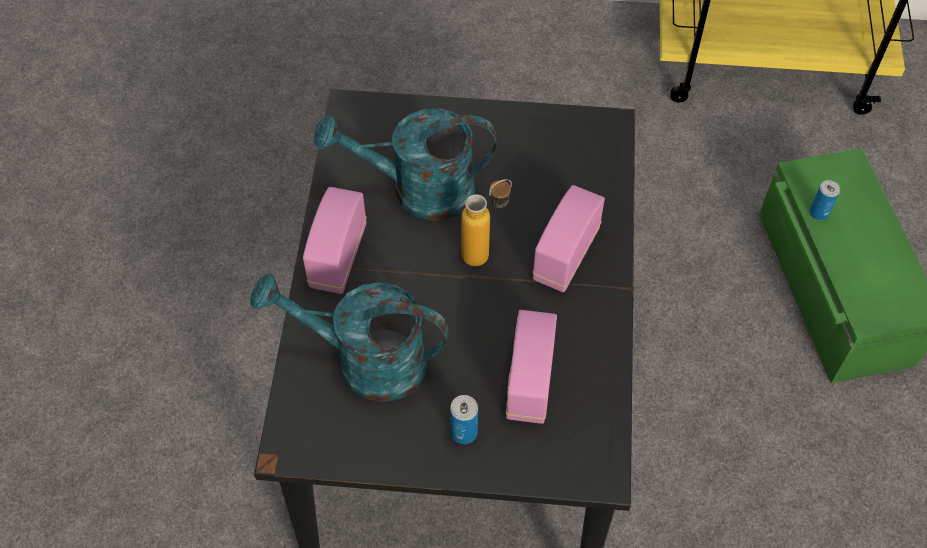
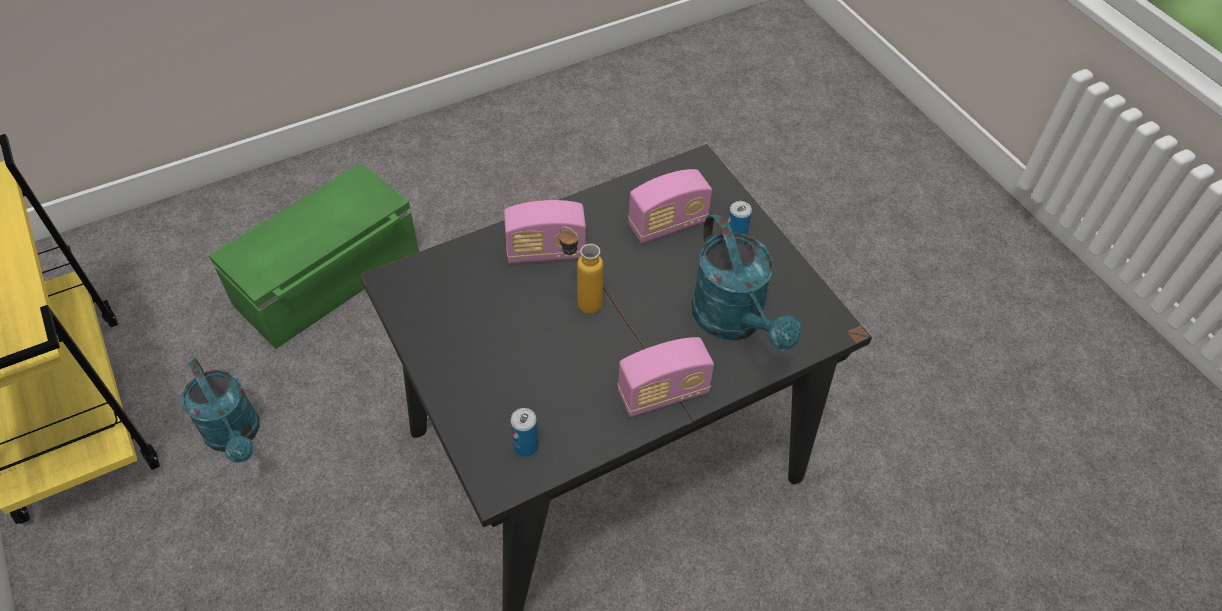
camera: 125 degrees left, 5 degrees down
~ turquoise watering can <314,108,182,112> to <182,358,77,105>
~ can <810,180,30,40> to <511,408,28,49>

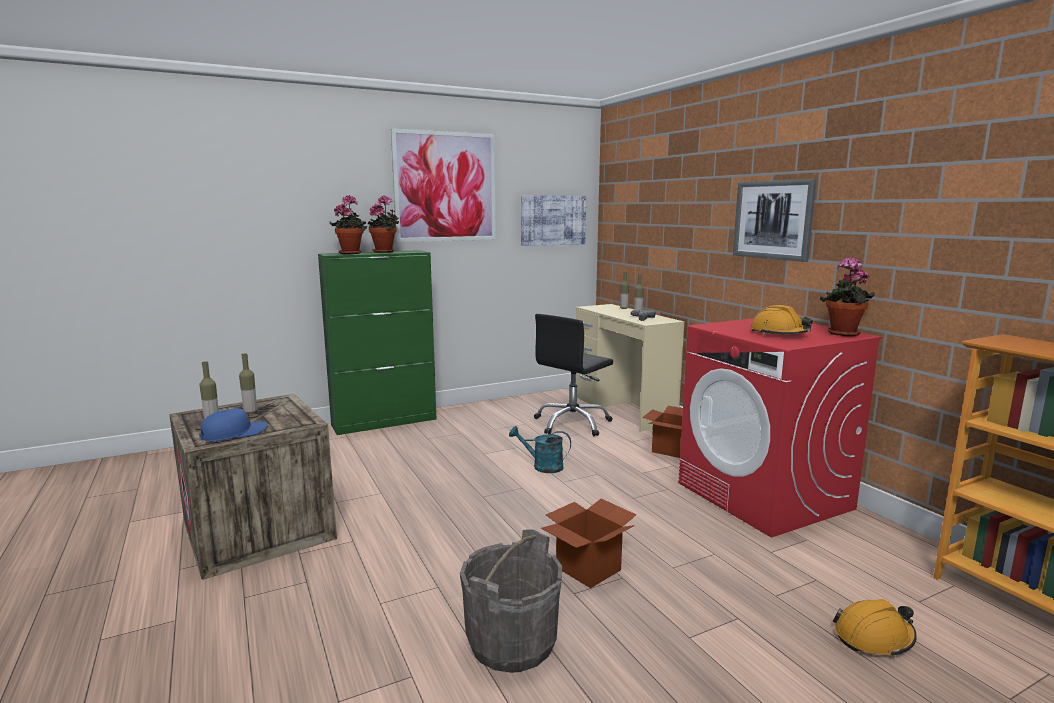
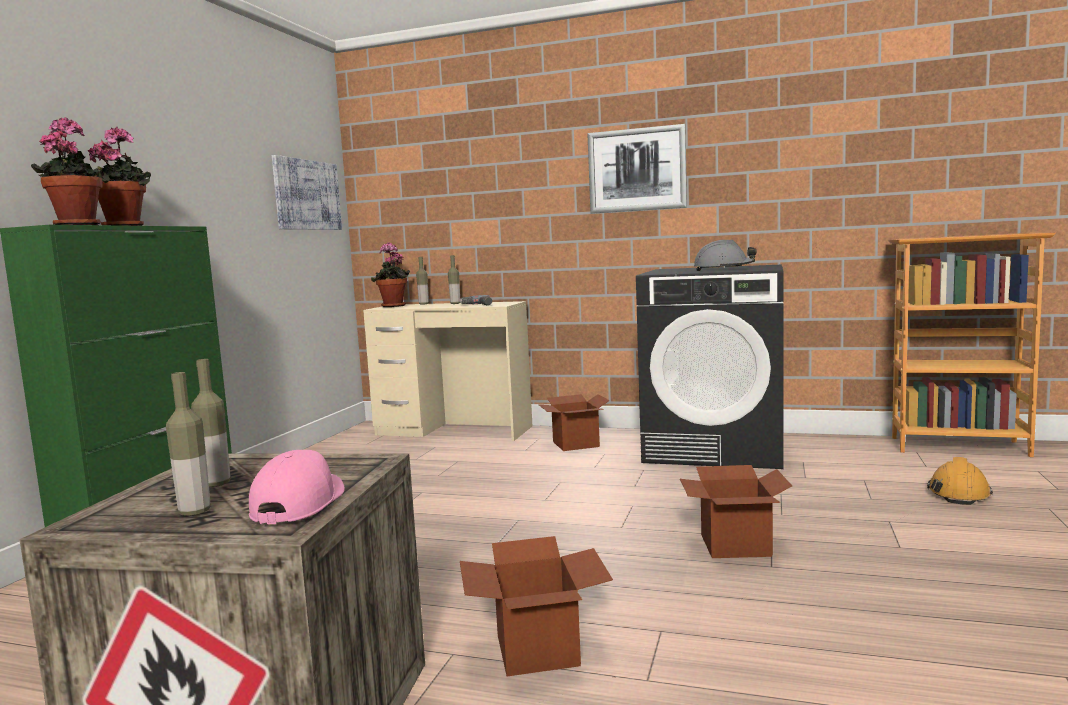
camera: 45 degrees left, 5 degrees down
- picture <391,128,105,114>
- grey bucket <460,529,102,144>
- turquoise watering can <509,426,62,47>
- black office chair <534,314,79,122>
+ cardboard box <460,536,153,140>
~ potted plant <820,257,55,79> to <371,242,39,65>
~ blue cap <199,408,69,33> to pink cap <249,450,96,74>
~ red washing machine <678,318,204,219> to black washing machine <636,265,148,204>
~ orange hard hat <751,305,62,29> to grey hard hat <694,240,63,31>

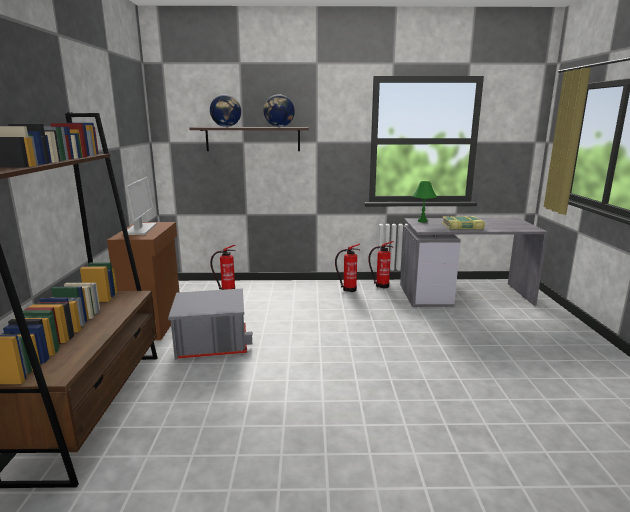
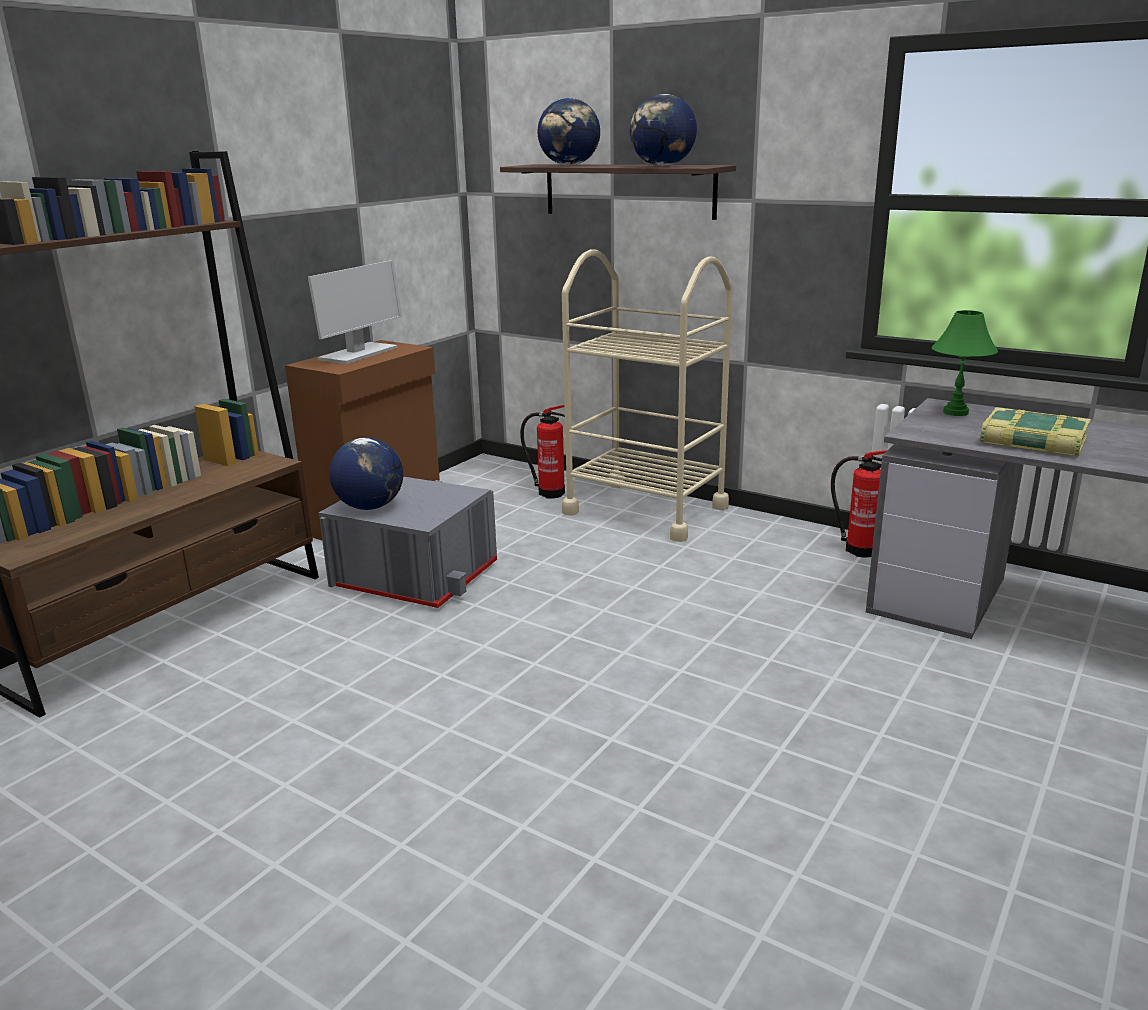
camera: 35 degrees right, 5 degrees up
- fire extinguisher <335,244,25,48>
+ globe <329,437,74,73>
+ beige cart <562,249,170,293>

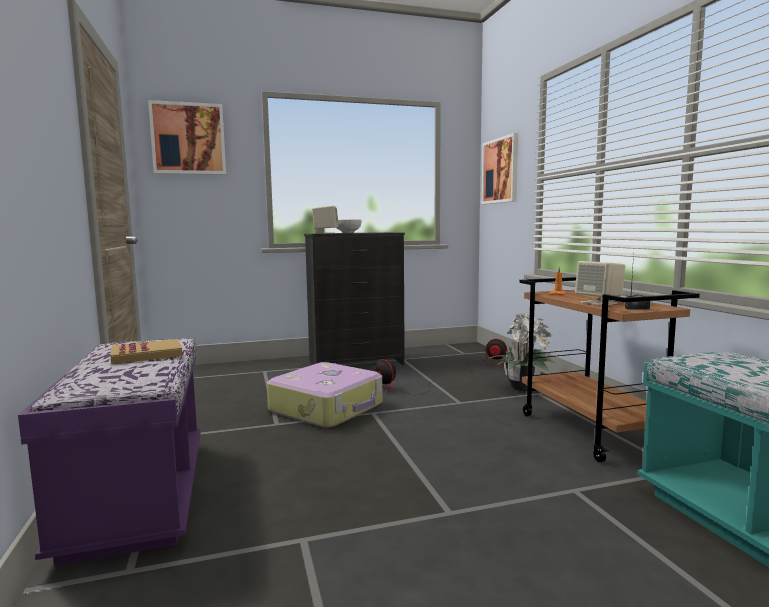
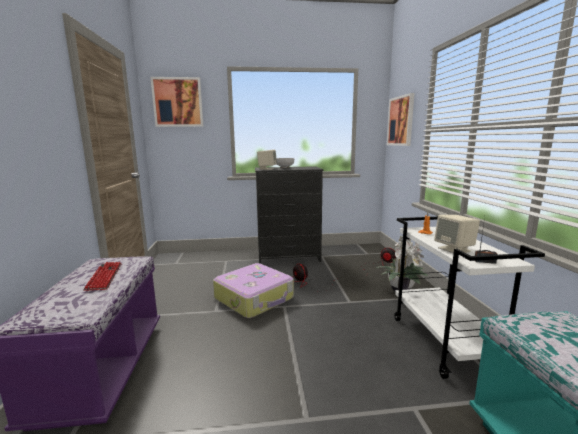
camera: 10 degrees right, 5 degrees up
~ book <110,339,73,25> to keyboard <83,262,39,29>
~ brown cart <519,277,181,185> to white cart <394,217,151,162>

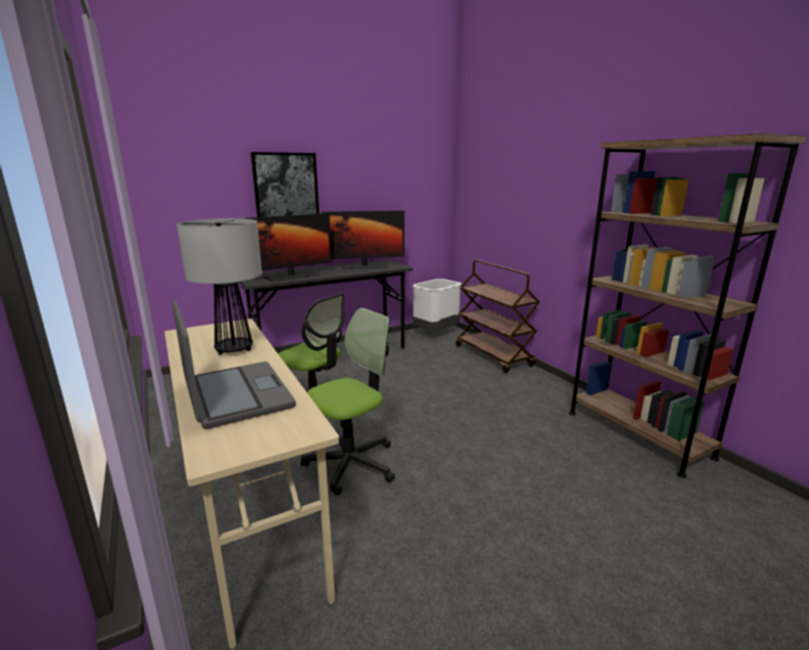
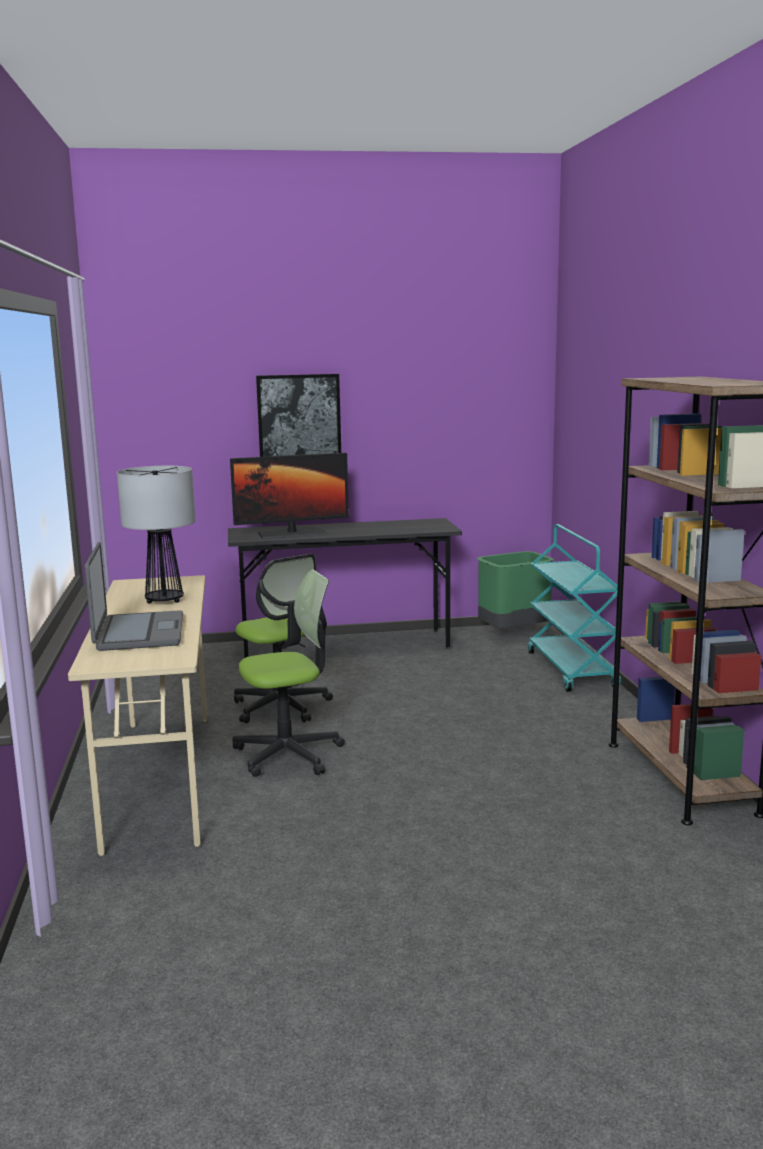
camera: 20 degrees right, 5 degrees down
- monitor <321,210,84,59>
~ white trash can <412,279,50,52> to green trash can <477,551,77,77>
~ brown cart <456,260,84,113> to turquoise cart <528,524,93,168>

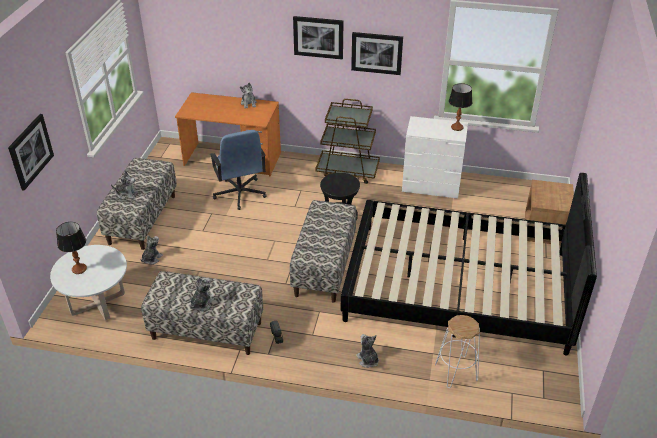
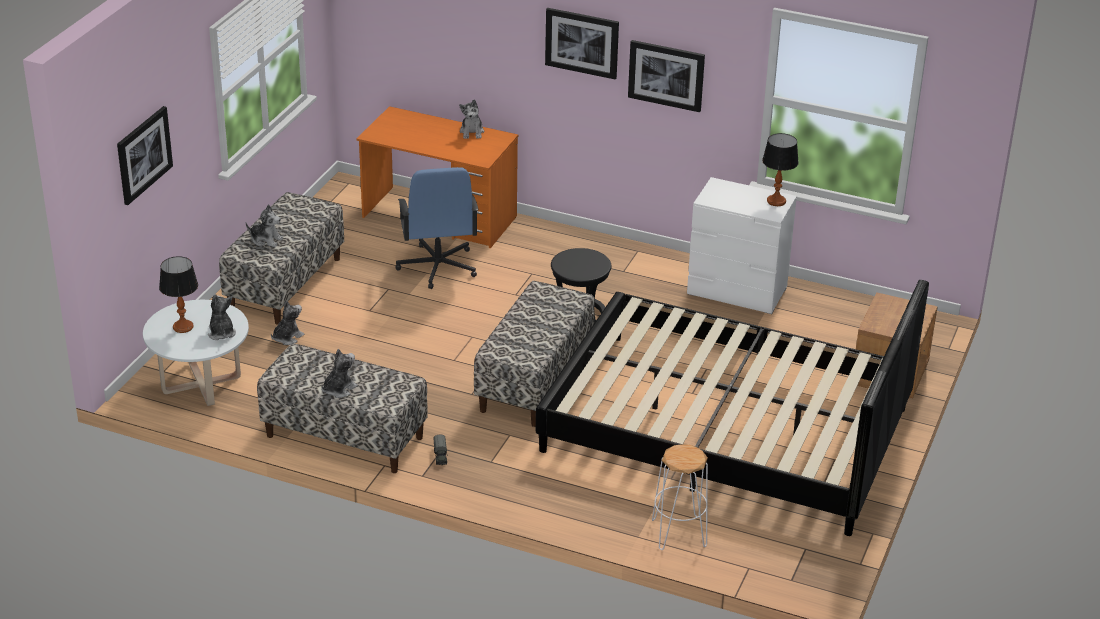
camera: 10 degrees right, 5 degrees down
- brown cart <316,99,64,85>
~ plush toy <356,334,23,34> to <208,294,28,46>

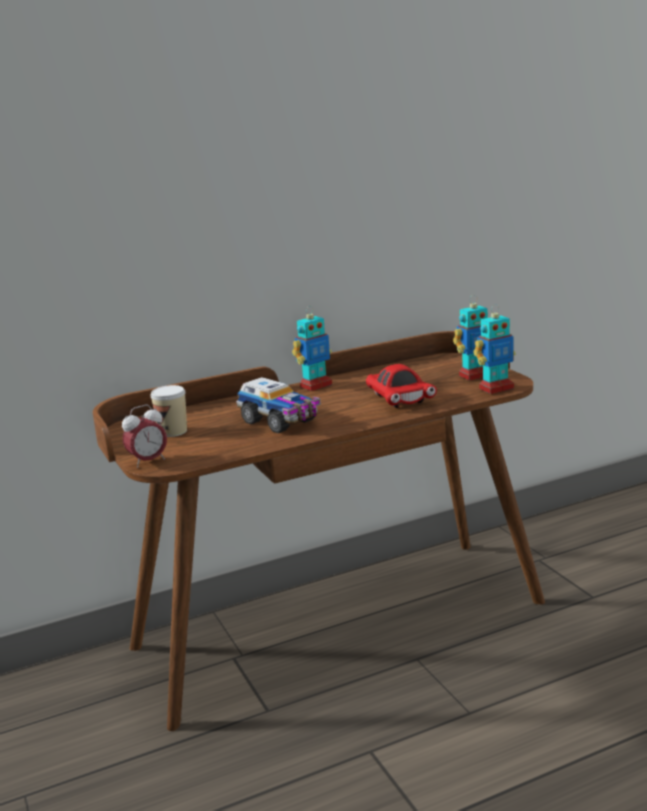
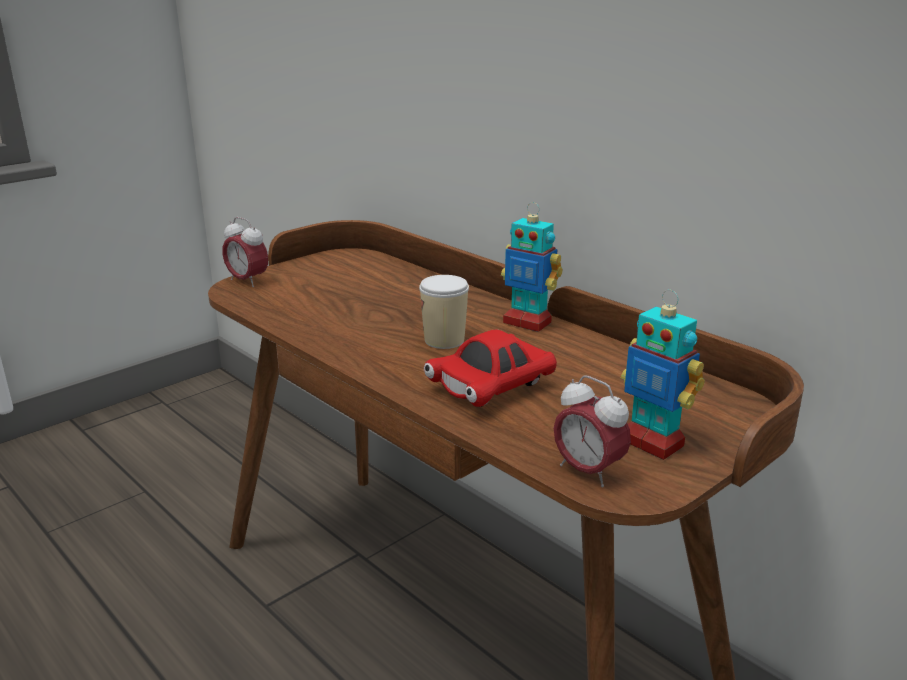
camera: 70 degrees right, 5 degrees up
- toy truck <236,377,85,56>
~ cup <150,385,37,52> to <419,275,50,74>
~ toy robot <474,304,42,90> to alarm clock <554,375,77,112>

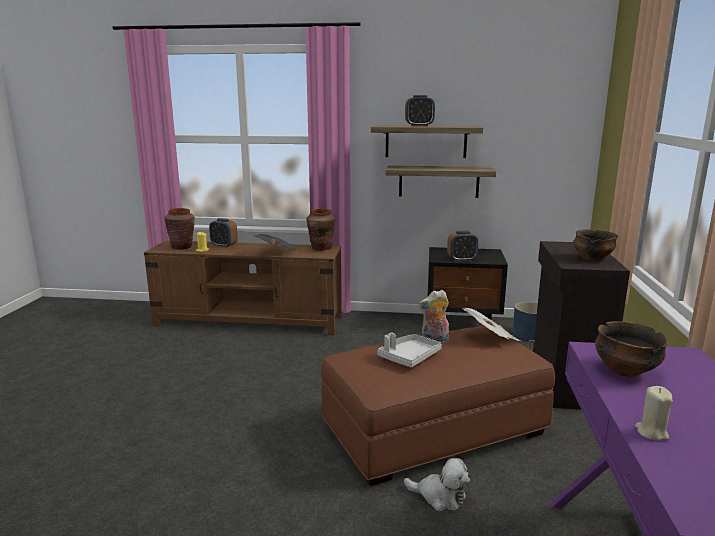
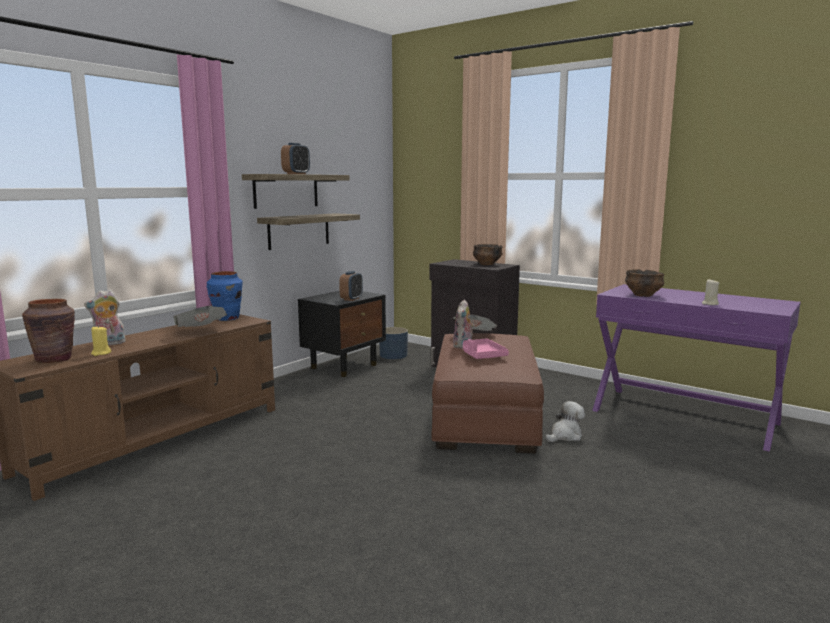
camera: 60 degrees left, 5 degrees down
~ alarm clock <209,218,29,30> to plush toy <84,289,42,56>
~ brown vase <306,209,30,42> to blue vase <206,271,37,50>
~ grey tray <377,332,65,35> to pink tray <463,338,46,21>

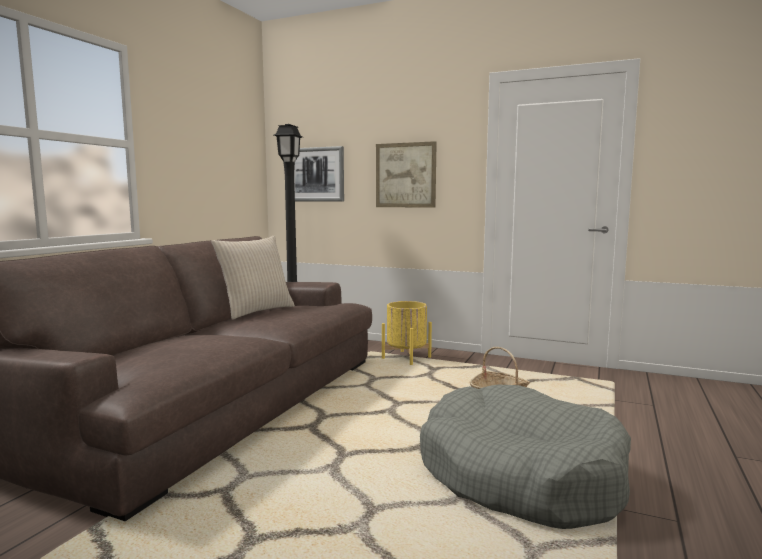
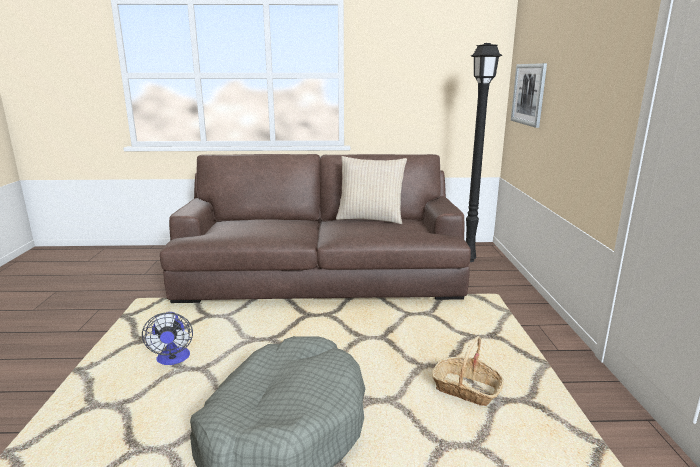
camera: 65 degrees right, 10 degrees up
- picture <376,141,61,67>
- yellow planter <382,301,50,64>
+ fan <142,312,51,53>

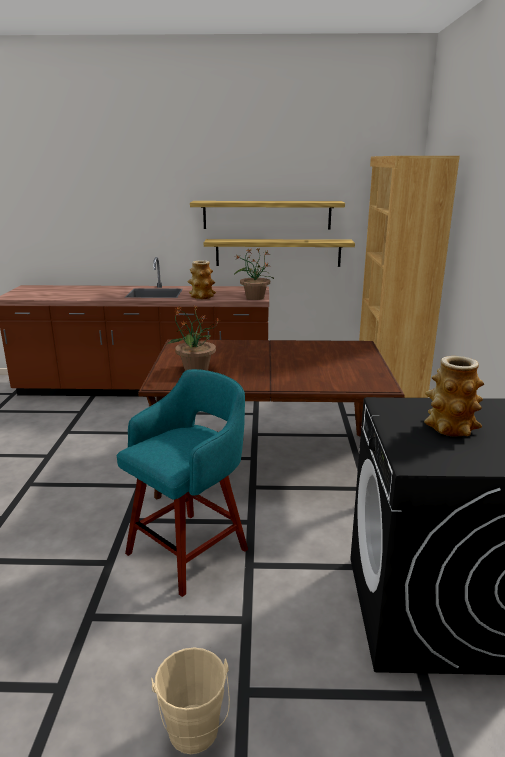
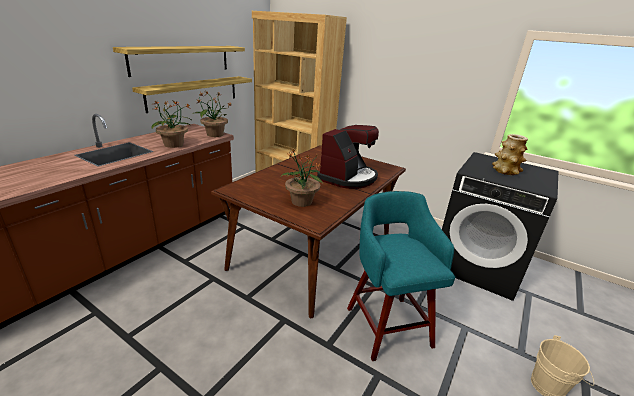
camera: 60 degrees left, 5 degrees up
+ coffee machine <317,125,62,64>
~ vase <188,260,28,39> to potted plant <152,100,40,48>

